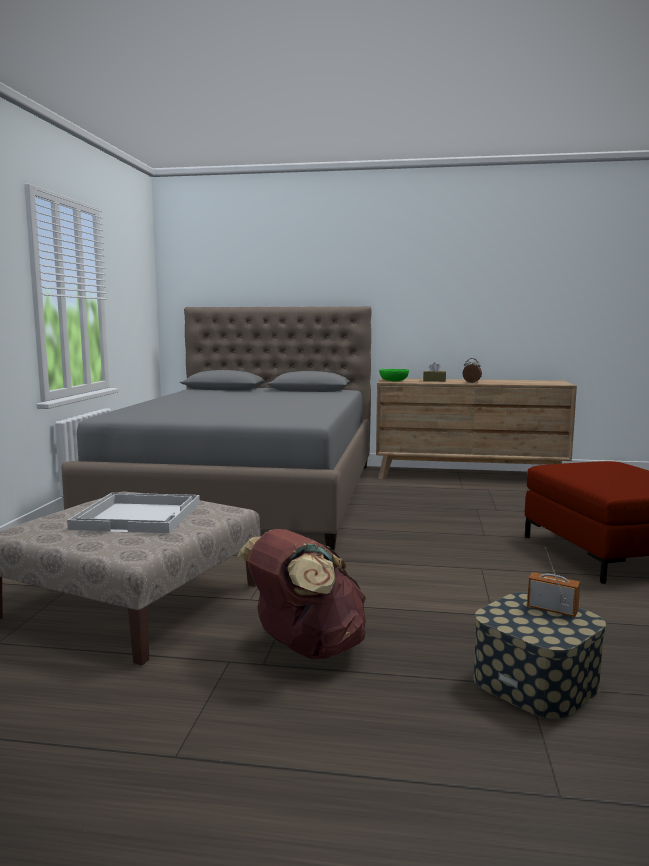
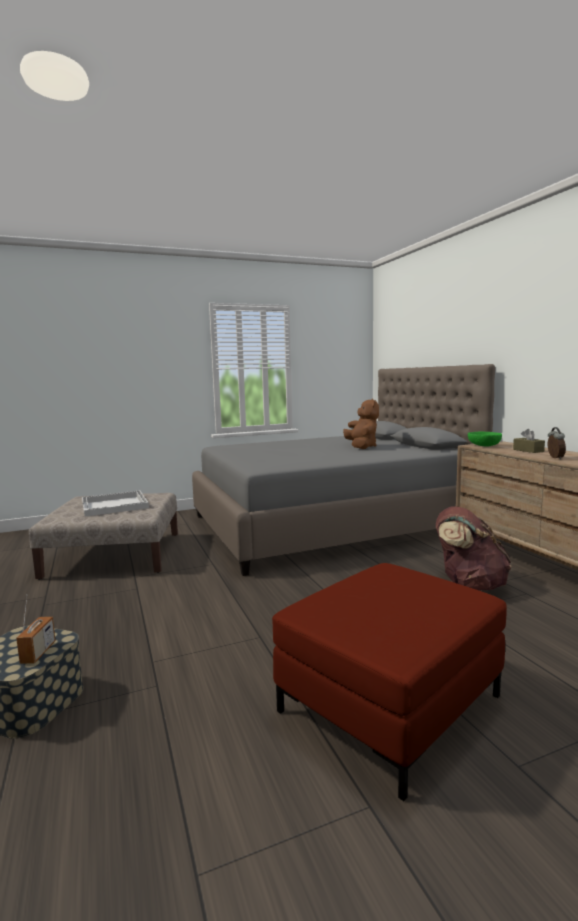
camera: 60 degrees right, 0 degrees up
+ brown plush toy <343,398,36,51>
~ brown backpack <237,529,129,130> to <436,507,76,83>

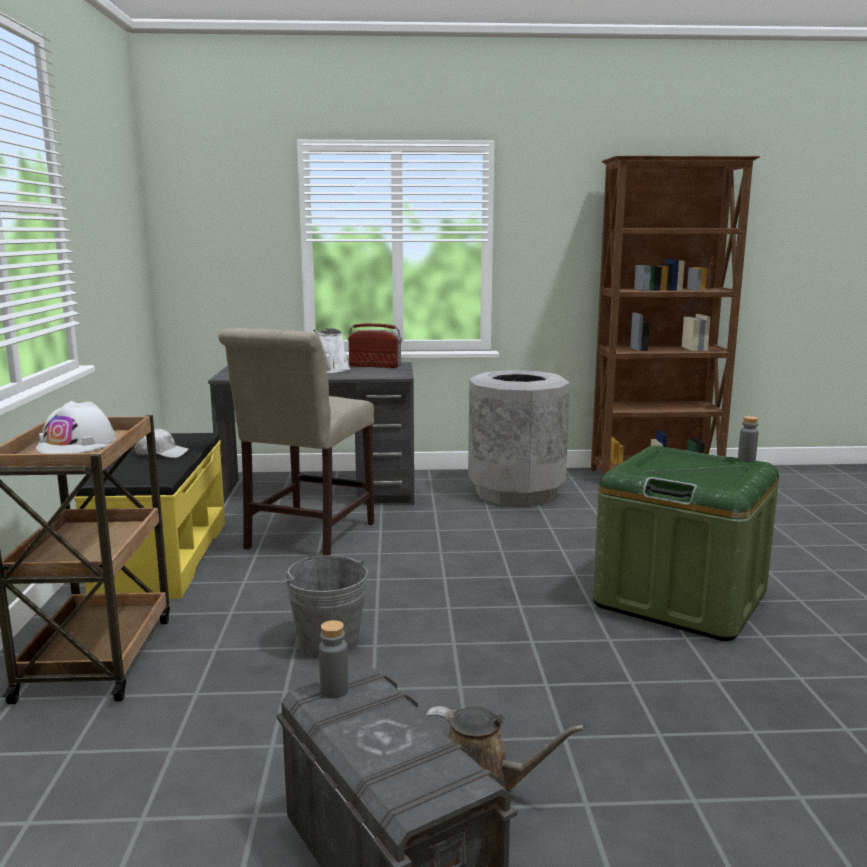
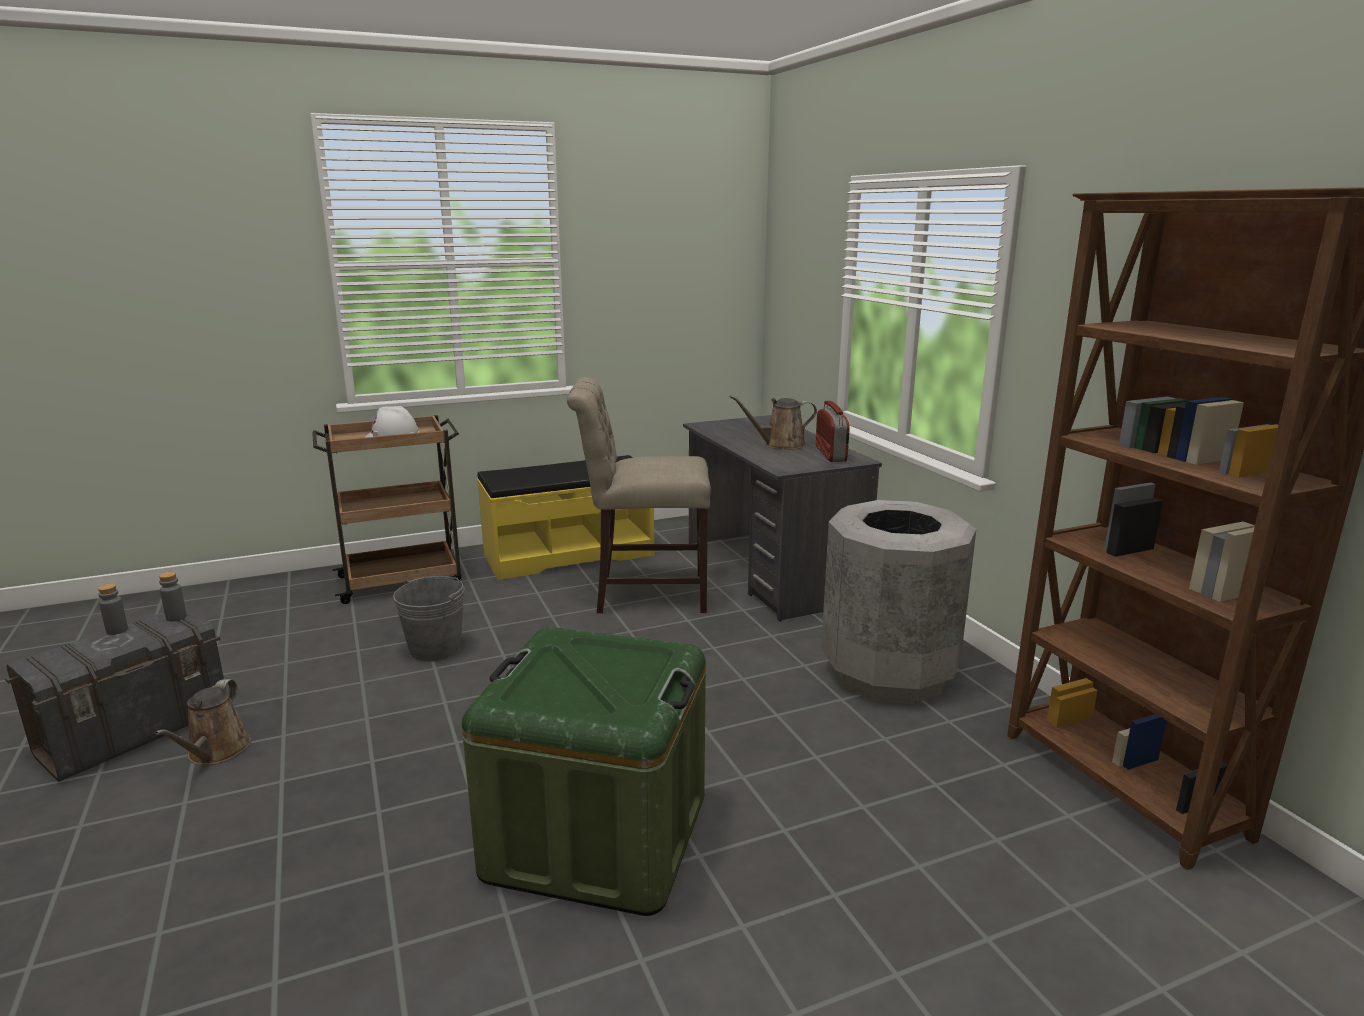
camera: 70 degrees right, 5 degrees up
- white cap <134,429,56,29>
~ grey bottle <738,416,21,46> to <98,583,30,52>
~ white watering can <313,328,37,45> to brown watering can <730,395,87,54>

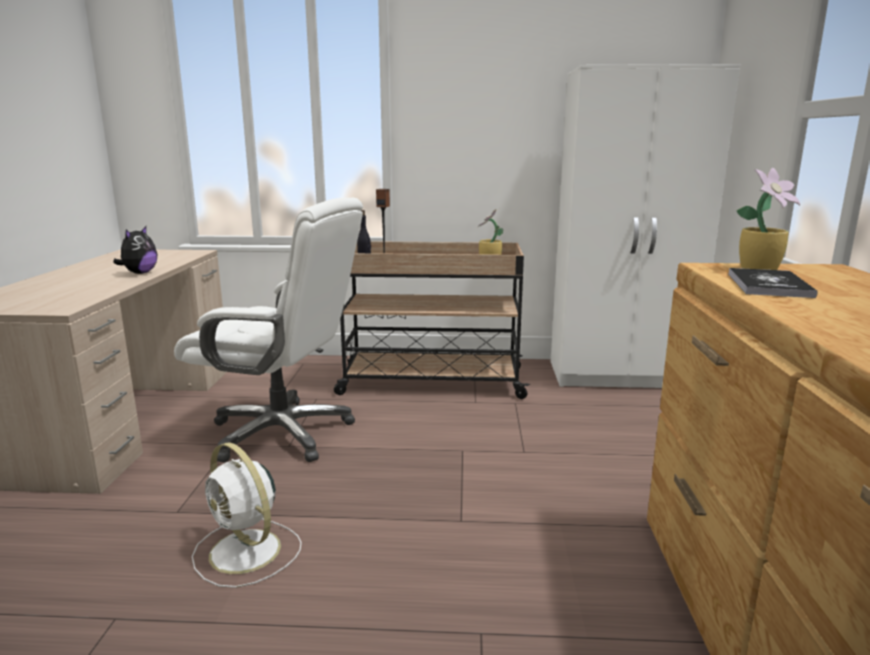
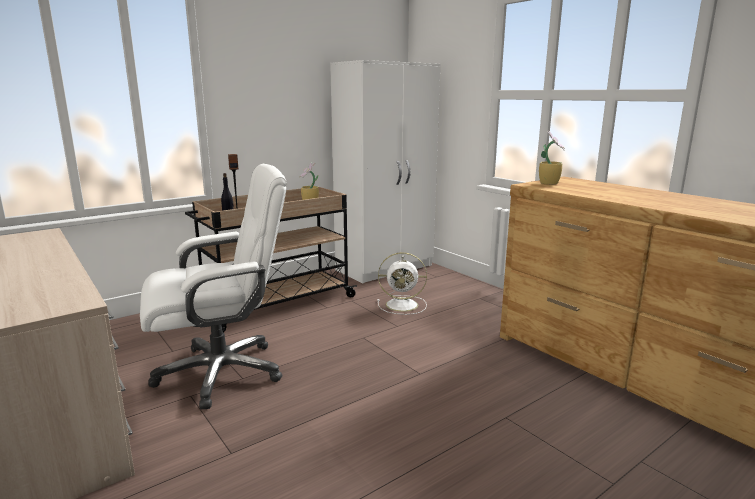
camera: 40 degrees left, 0 degrees up
- plush toy <113,226,44,48>
- book <728,268,89,30>
~ white fan <192,442,109,146> to <377,252,50,63>

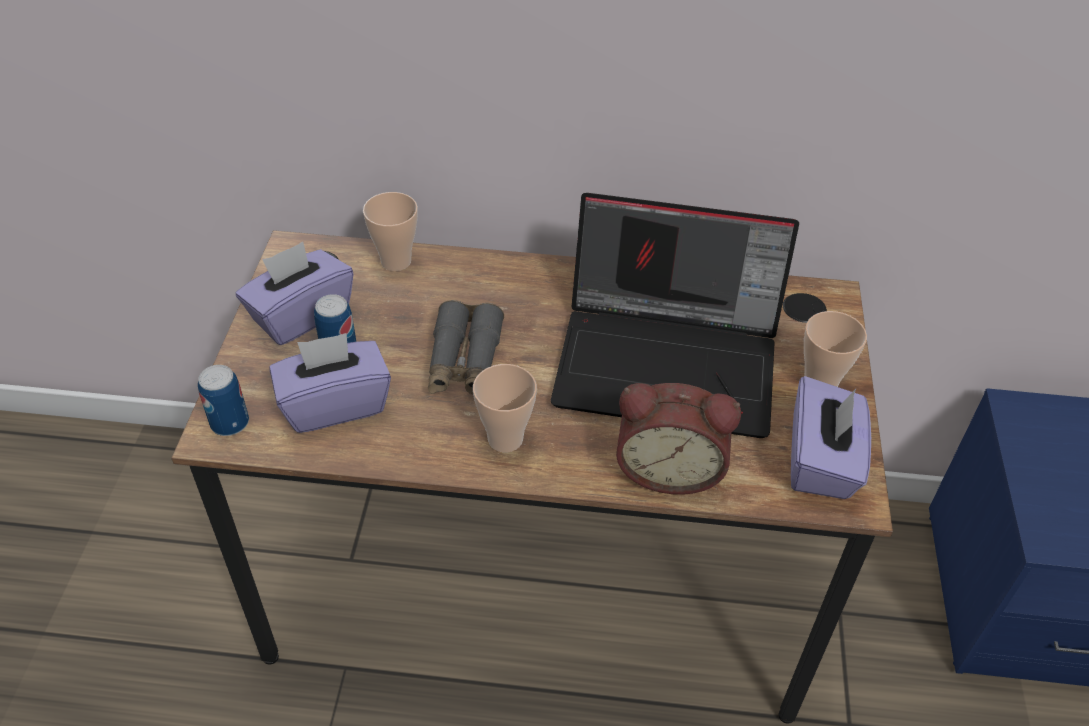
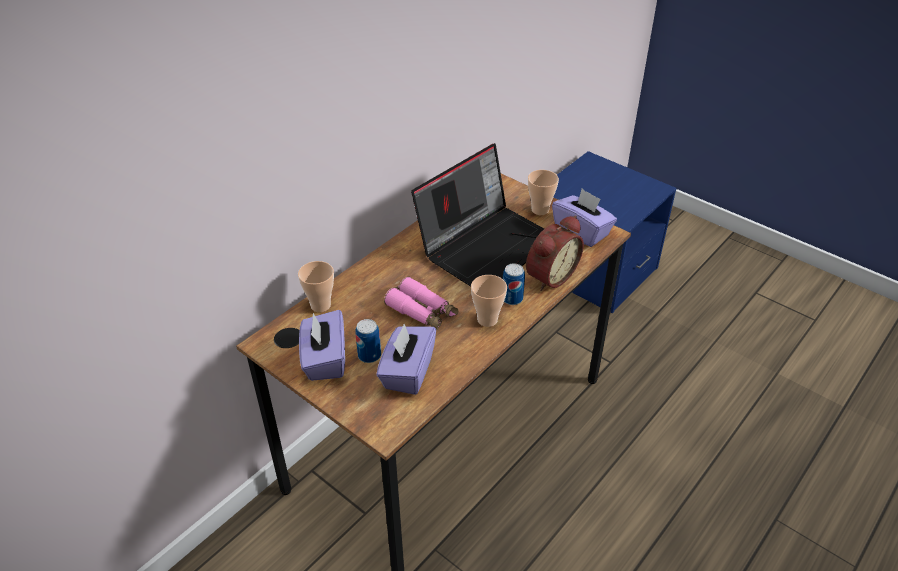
camera: 55 degrees left, 5 degrees down
~ can <198,365,51,71> to <503,263,22,42>
~ grey binoculars <428,300,76,94> to pink binoculars <384,277,75,54>

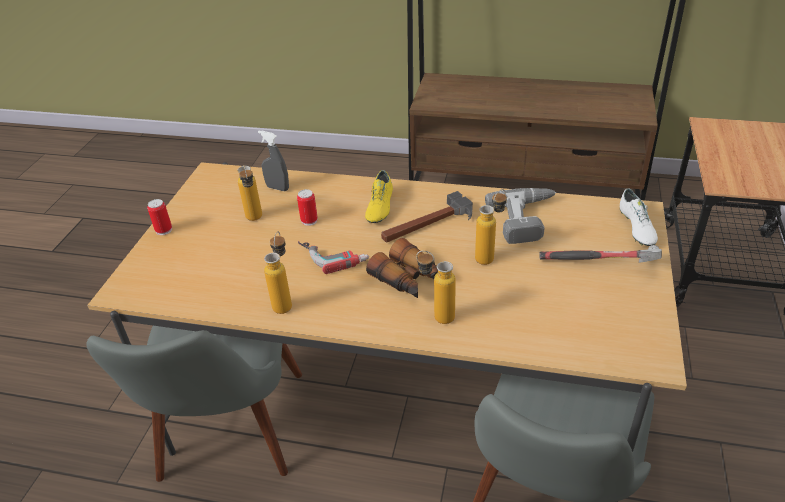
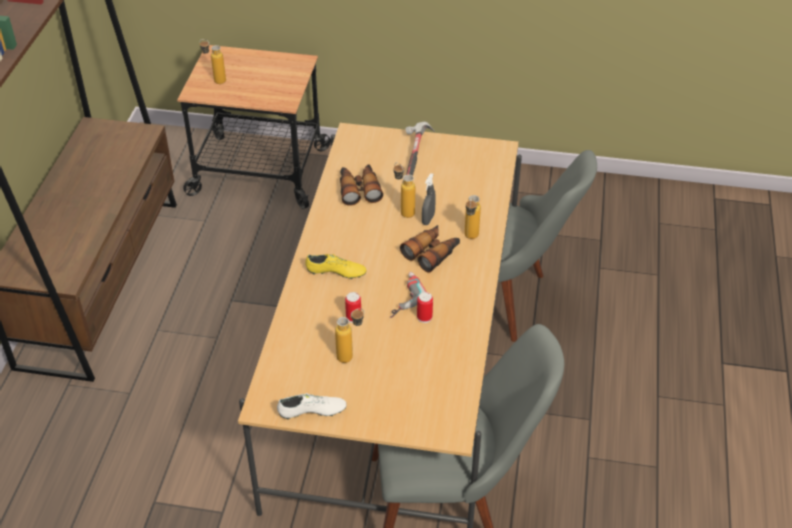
camera: 95 degrees left, 5 degrees up
- hammer <381,191,92,51>
~ can <147,199,25,36> to <417,292,16,31>
~ grey spray bottle <258,131,31,60> to <422,173,14,52>
~ bottle <264,231,28,83> to <199,39,27,45>
~ white shoe <620,189,38,57> to <277,393,70,26>
~ power drill <485,188,71,56> to binoculars <340,164,43,42>

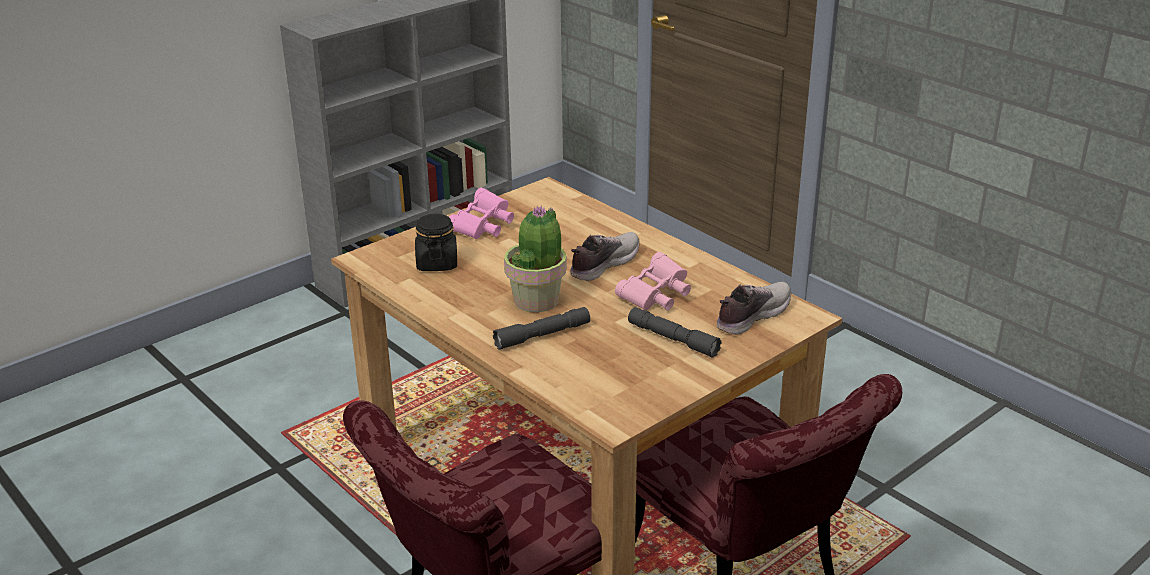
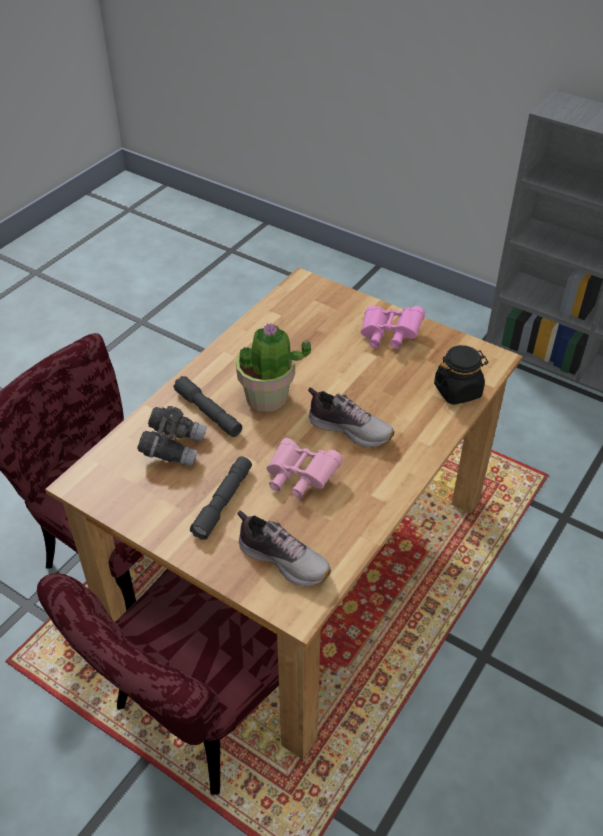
camera: 75 degrees right, 15 degrees up
+ grey binoculars <137,406,70,61>
~ black jar <415,214,42,57> to <434,345,54,60>

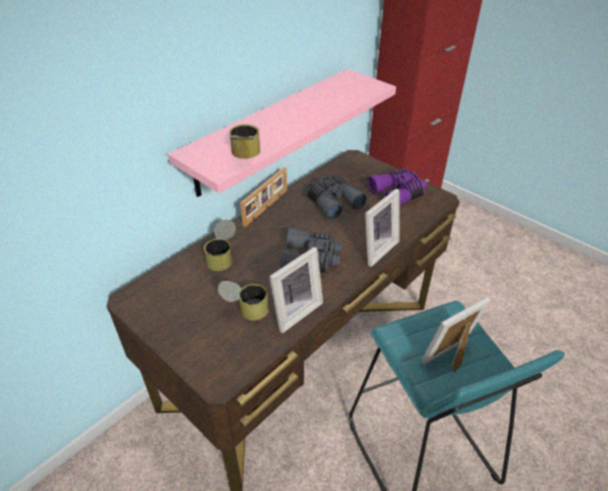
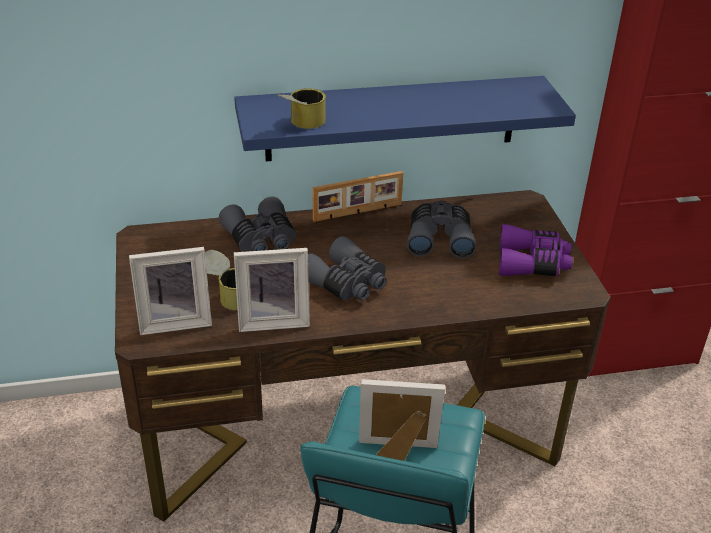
camera: 35 degrees right, 5 degrees down
~ picture frame <365,189,34,78> to <129,247,83,88>
~ can <204,220,32,51> to grey binoculars <219,196,77,56>
~ pink shelf <168,69,228,128> to blue shelf <234,76,342,85>

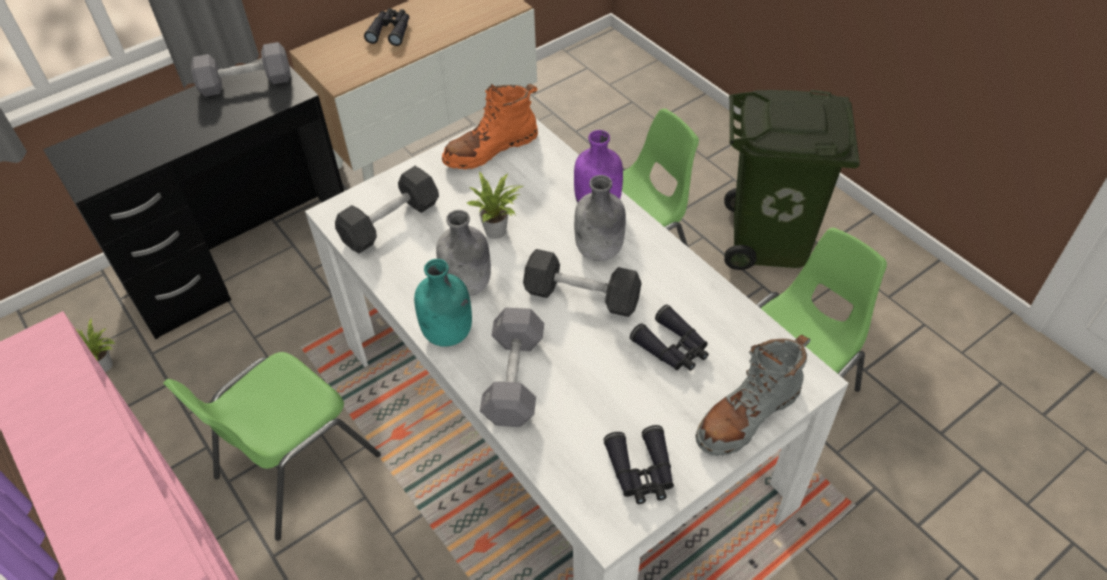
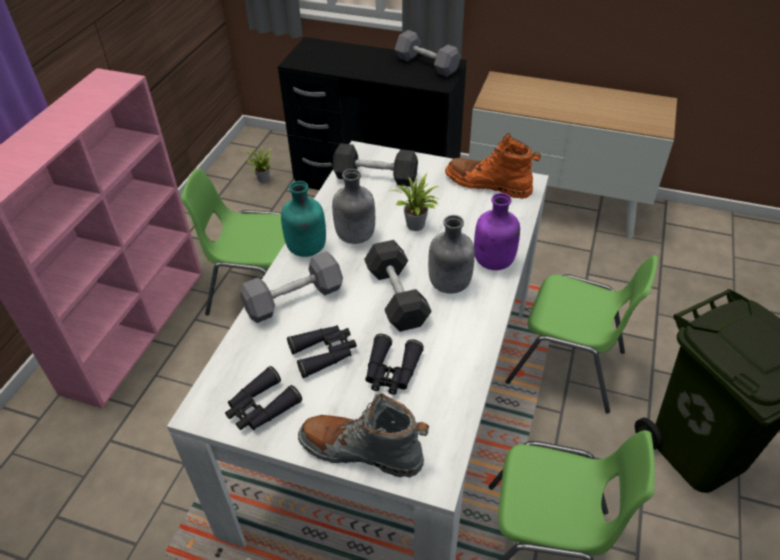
camera: 55 degrees right, 5 degrees down
~ black binoculars <364,8,45,38> to <287,325,70,53>

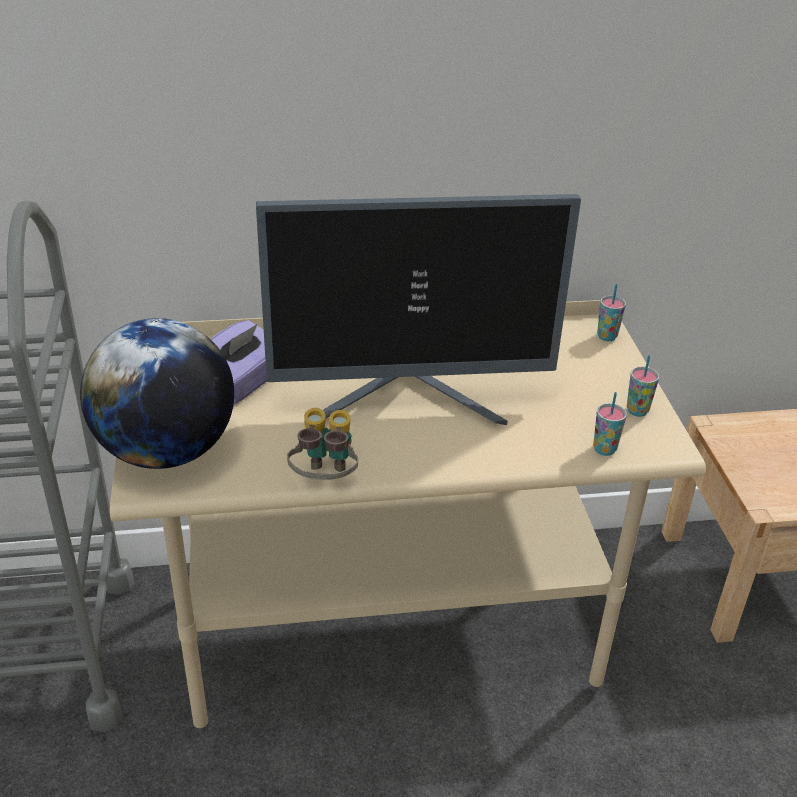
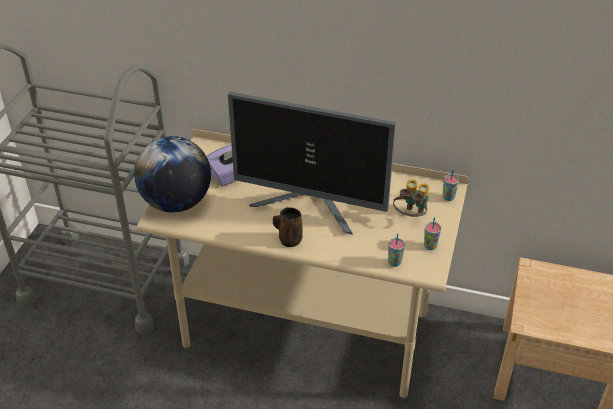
camera: 25 degrees right, 5 degrees up
+ brown mug <273,207,30,40>
~ binoculars <287,408,71,72> to <393,179,36,38>

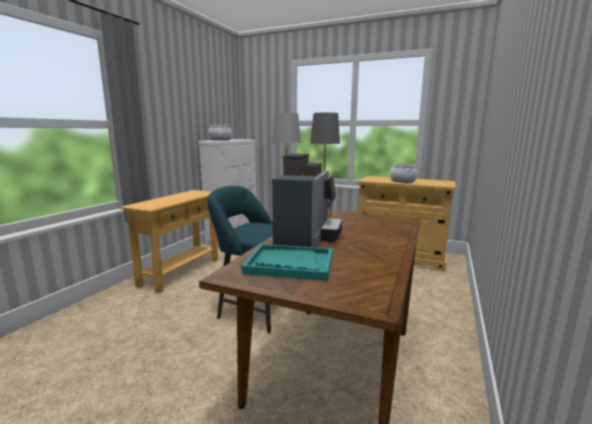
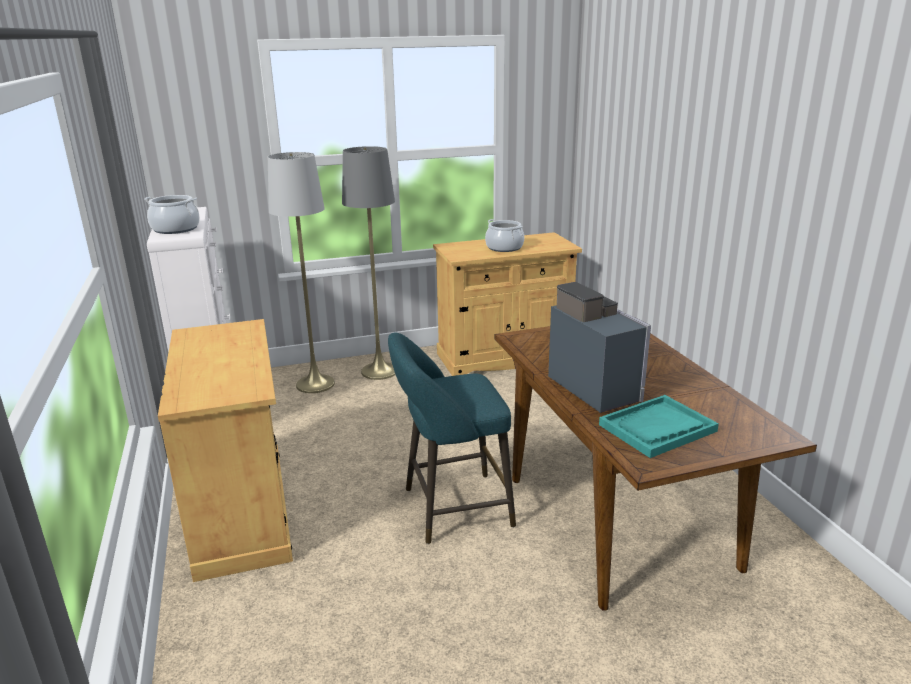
camera: 40 degrees left, 10 degrees up
~ beige console table <119,190,99,103> to beige cabinet <158,319,135,263>

